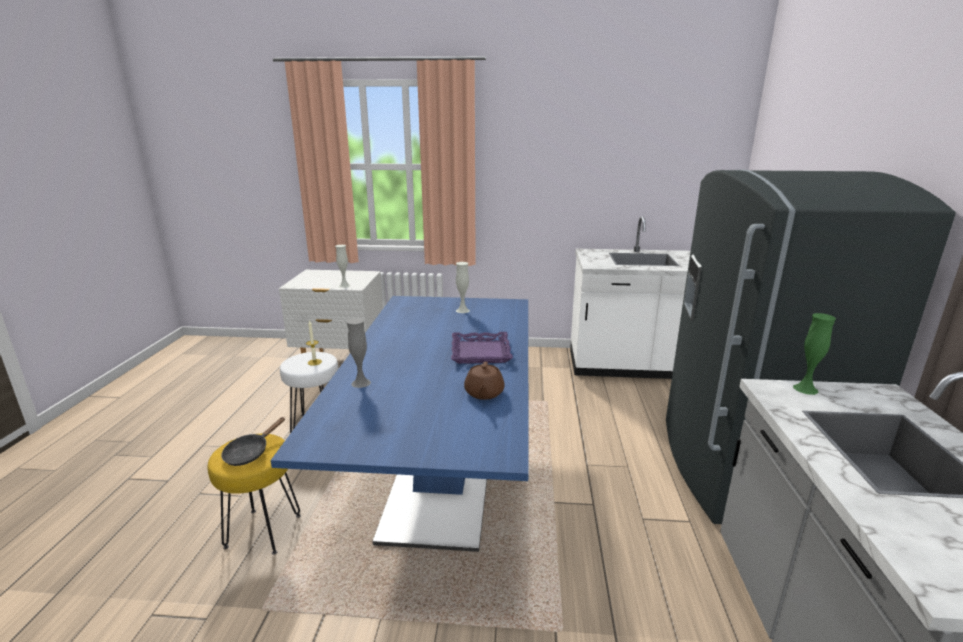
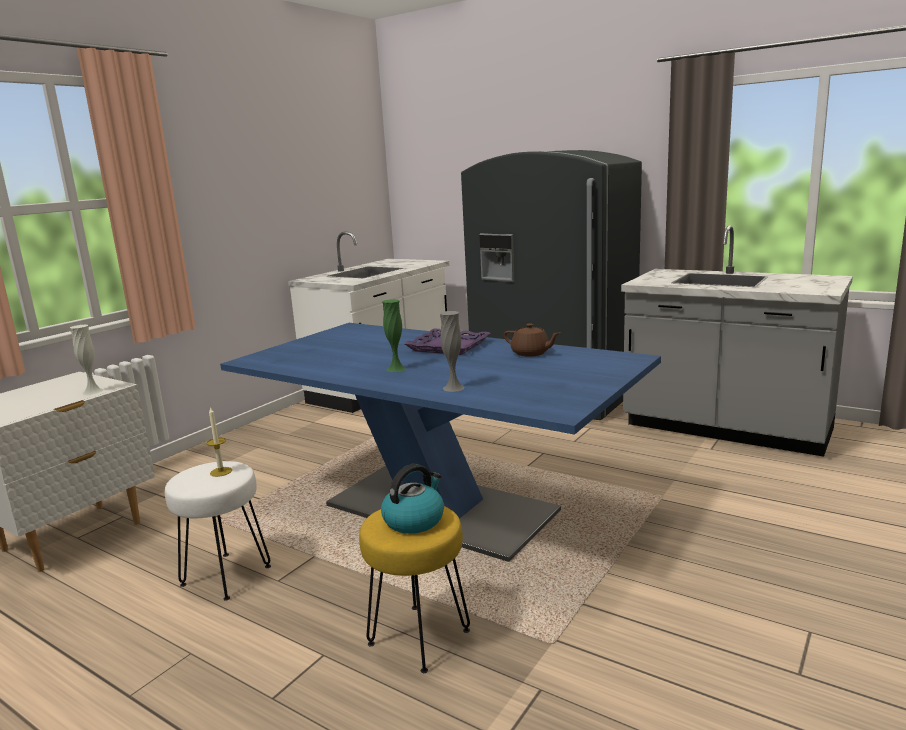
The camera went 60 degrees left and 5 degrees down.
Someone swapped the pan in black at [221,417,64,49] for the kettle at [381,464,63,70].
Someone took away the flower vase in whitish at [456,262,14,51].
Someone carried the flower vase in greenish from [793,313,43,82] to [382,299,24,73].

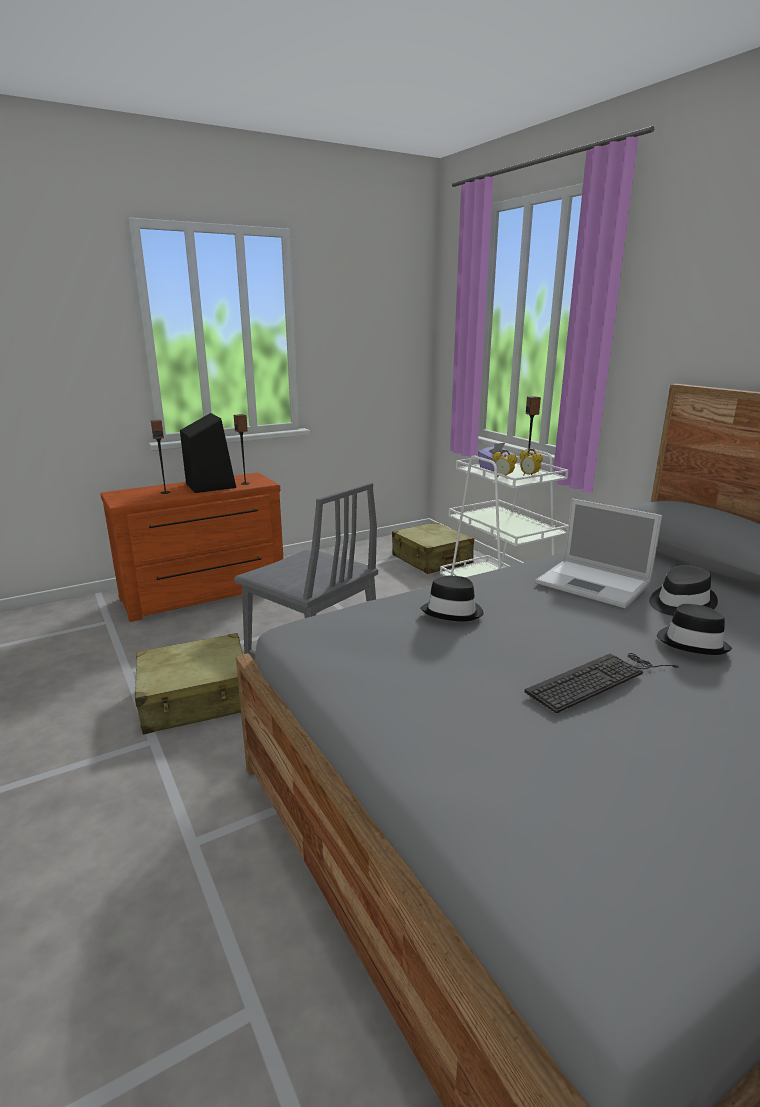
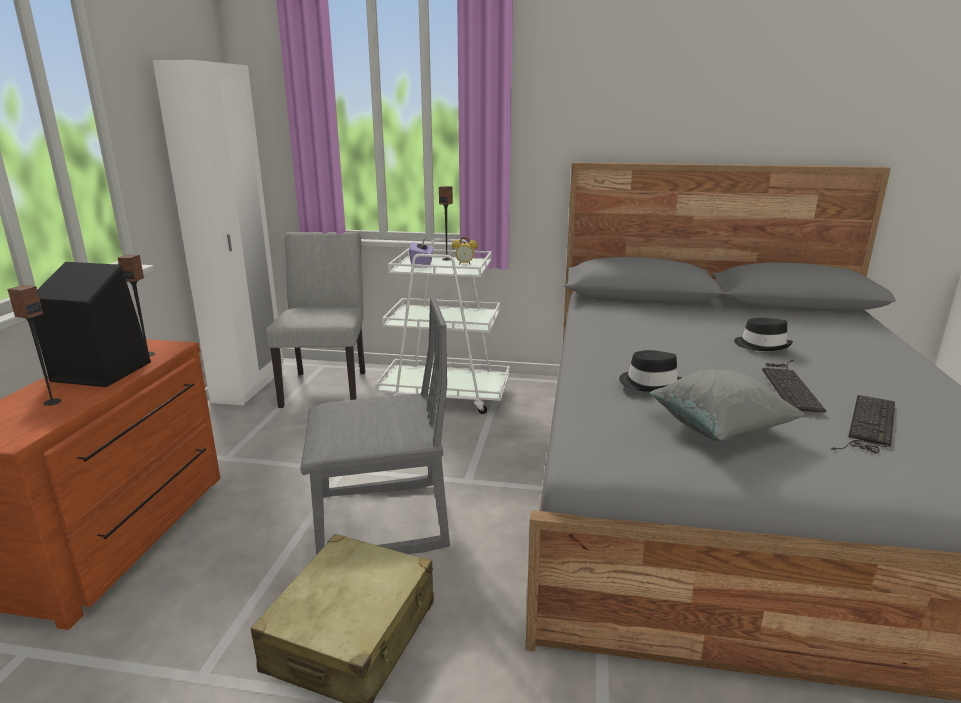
The camera went 50 degrees left and 0 degrees up.
Someone swapped the piece of luggage in beige-coloured at [392,522,82,52] for the chair in gray at [266,232,100,176].
Someone took away the table clock at [493,450,24,29].
Someone took away the laptop at [535,498,127,110].
Someone took away the wearable hat in black at [649,565,69,51].
Someone put down the armoire in whitish at [153,60,131,345].
Someone put down the throw pillow in gray at [650,370,156,71].
Someone put down the keyboard at [831,395,64,58].

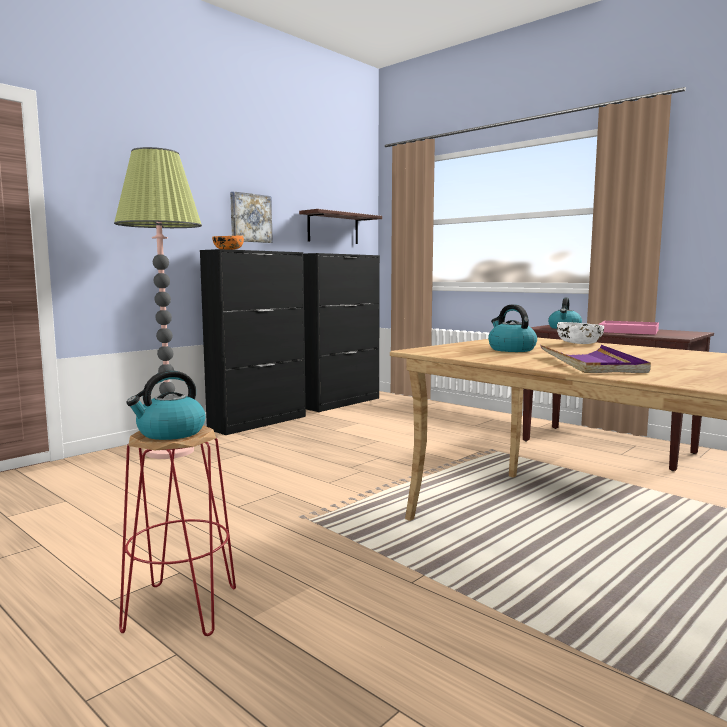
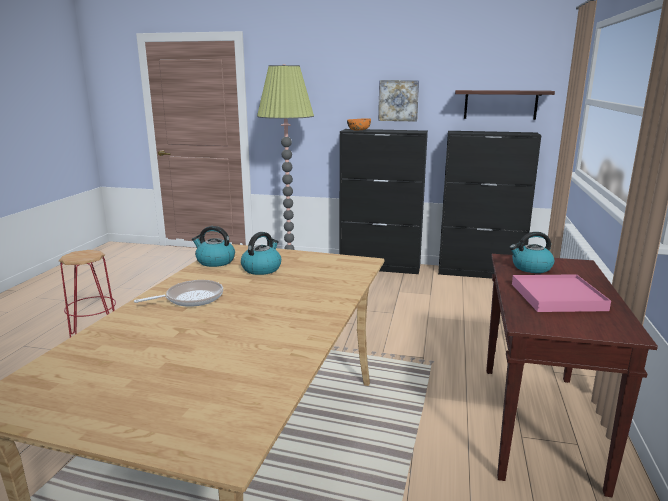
The camera went 60 degrees right and 10 degrees up.
Someone carried the kettle from [126,370,80,70] to [192,226,43,41].
Someone swapped the carrying tray in purple-coloured at [540,345,111,28] for the pan at [134,280,89,27].
Someone took away the bowl in whitish at [557,322,47,22].

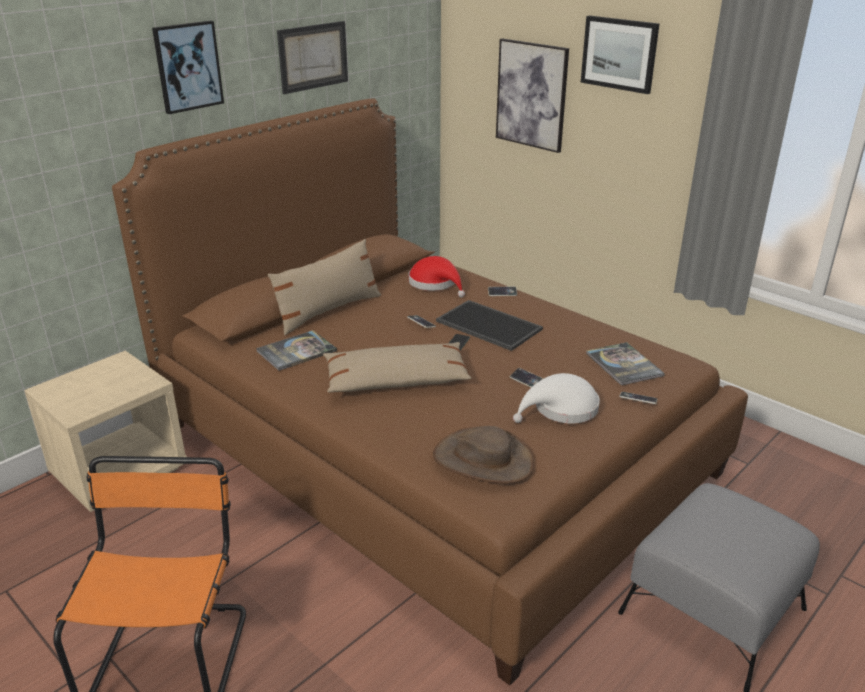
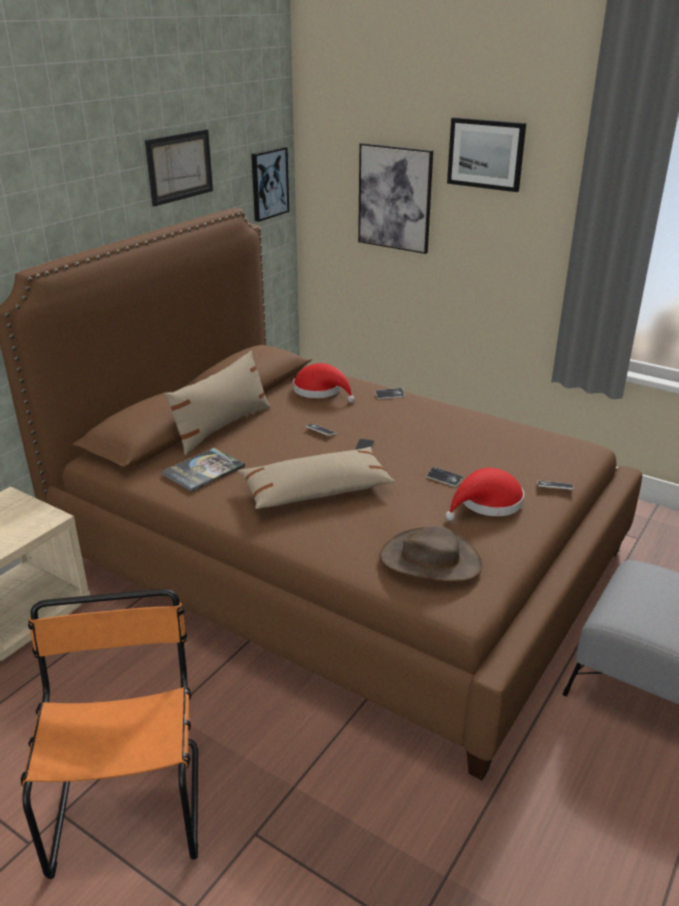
The camera went 10 degrees left and 0 degrees up.
Someone carried the wall picture from [152,21,72,93] to [251,147,38,75].
Someone took away the carrying tray at [436,300,107,51].
Someone repainted the wearable hat in whitish at [513,373,87,51], which became the wearable hat in red-coloured at [445,468,79,53].
Someone took away the volume at [586,342,79,43].

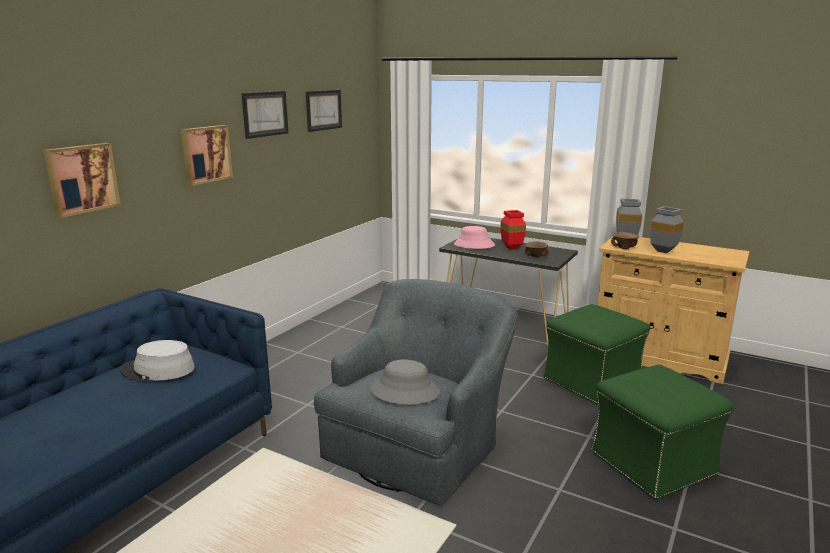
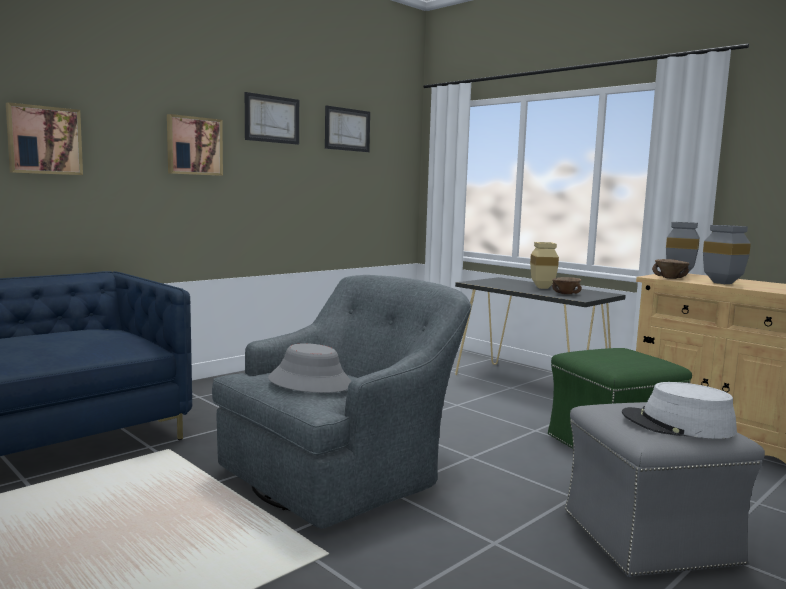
The camera went 15 degrees right and 10 degrees down.
Someone carried the wearable hat in gray from [120,340,75,41] to [622,382,115,57].
Someone took away the wearable hat in pink-coloured at [454,226,41,23].
Someone repainted the flower vase in red-coloured at [500,210,26,40], which became the flower vase in beige-coloured at [530,242,29,47].
Someone repainted the footrest in greenish at [591,365,143,135], which became the footrest in gray at [565,402,200,175].

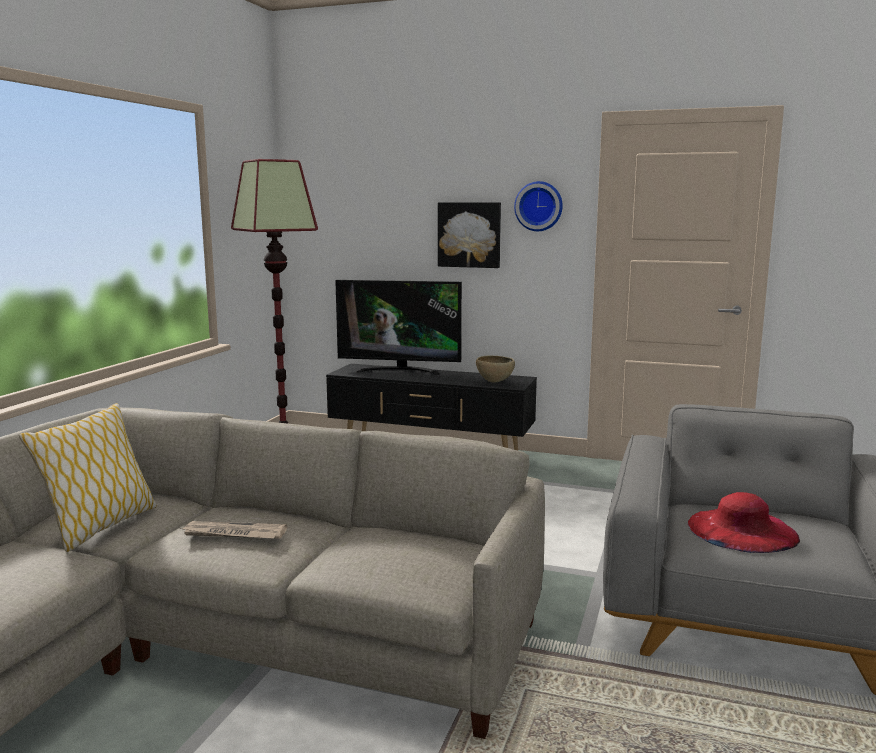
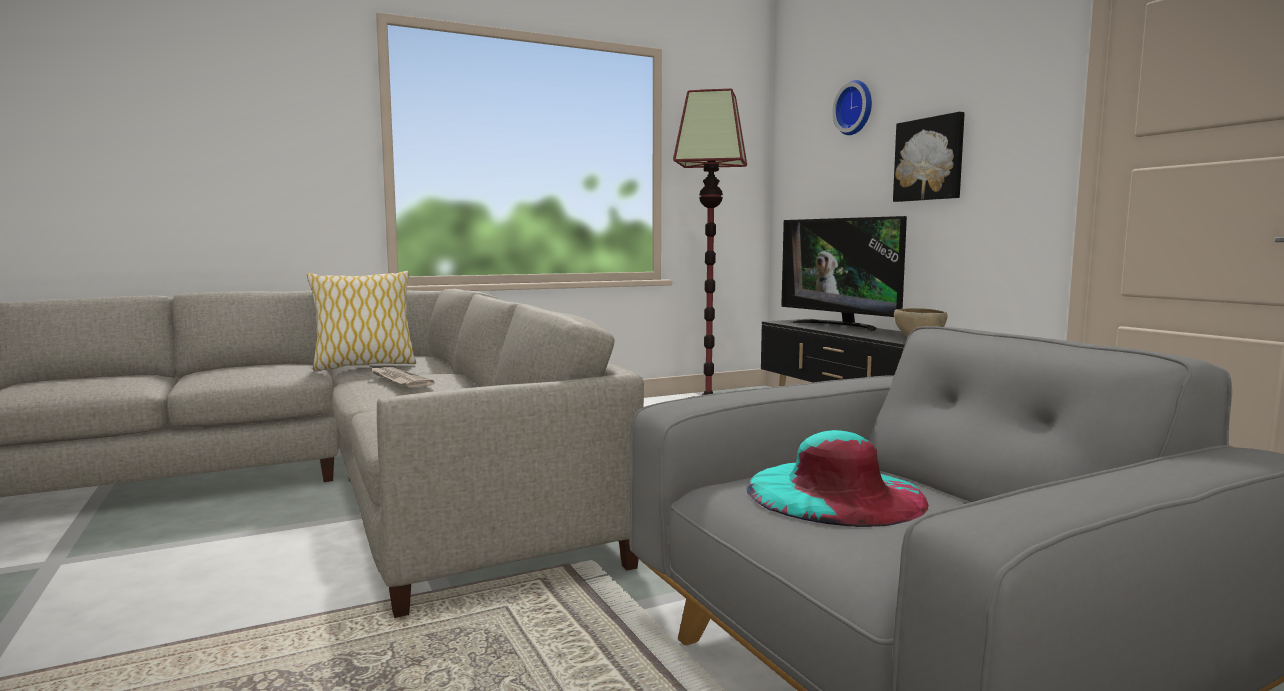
The camera went 45 degrees right and 5 degrees down.
Someone carried the clock on the wall from [514,181,49,50] to [832,80,40,55].
Someone repainted the wearable hat in red-coloured at [688,492,112,61], which became the wearable hat in turquoise-coloured at [746,430,183,97].

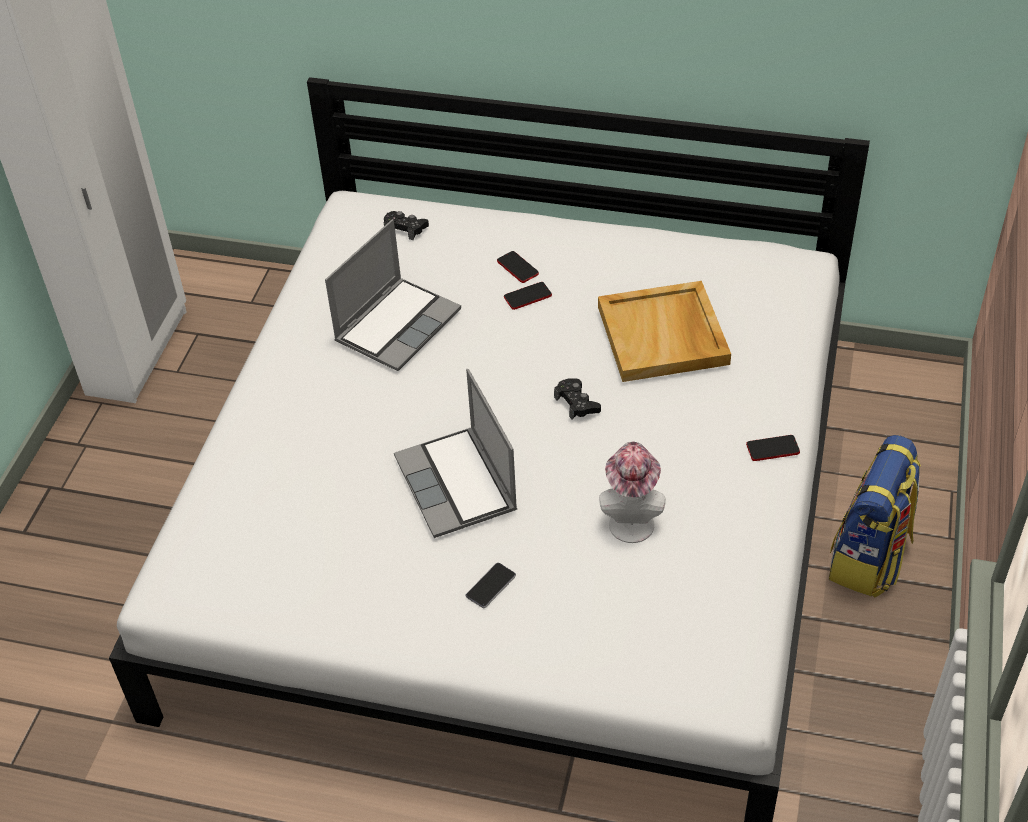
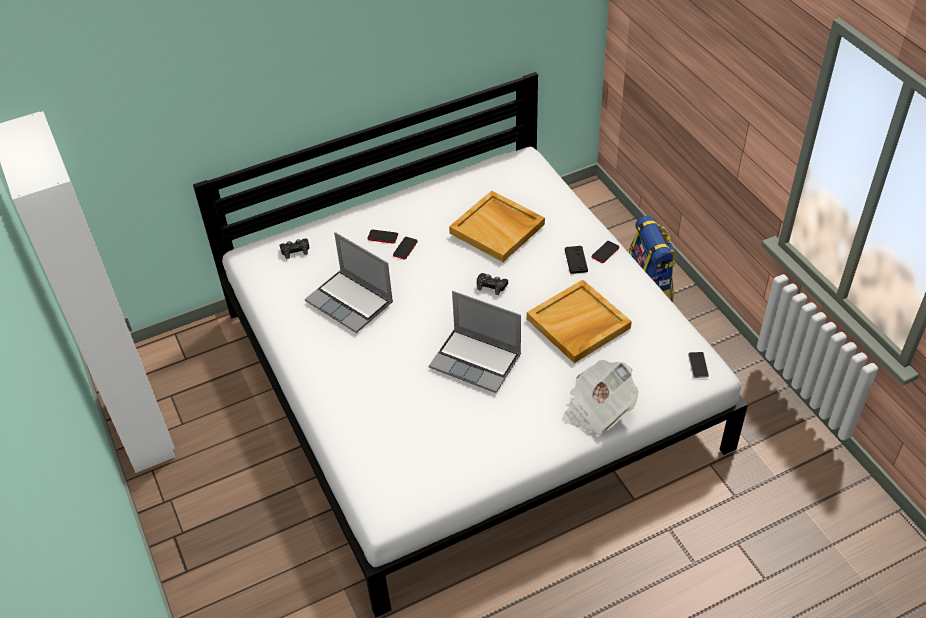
The camera went 40 degrees left and 0 degrees up.
Someone rotated the laptop at [325,219,136,152] by 135 degrees clockwise.
Someone carried the phone from [466,563,50,45] to [688,352,21,26].
Someone swapped the wearable hat at [599,441,67,102] for the carrying tray in beige-coloured at [527,280,105,83].
Someone put down the newspaper at [563,360,75,76].
Someone put down the joypad in black at [565,246,23,28].

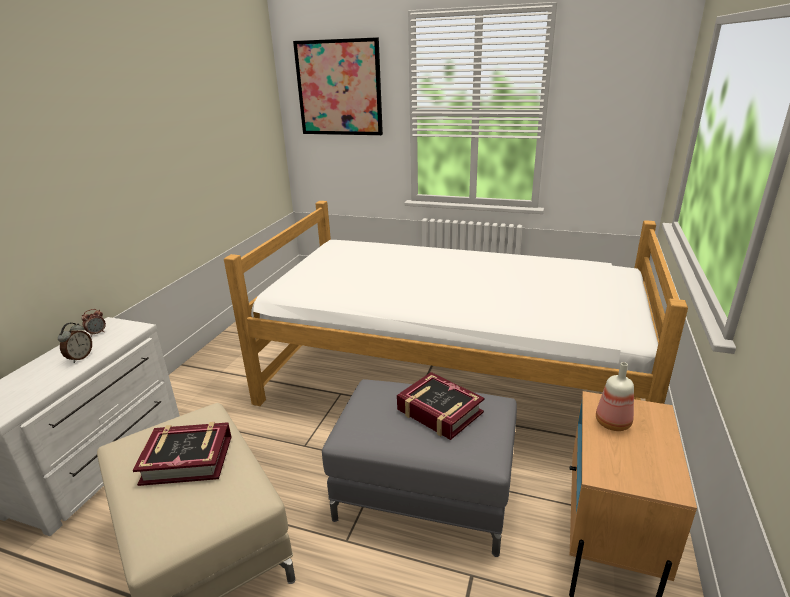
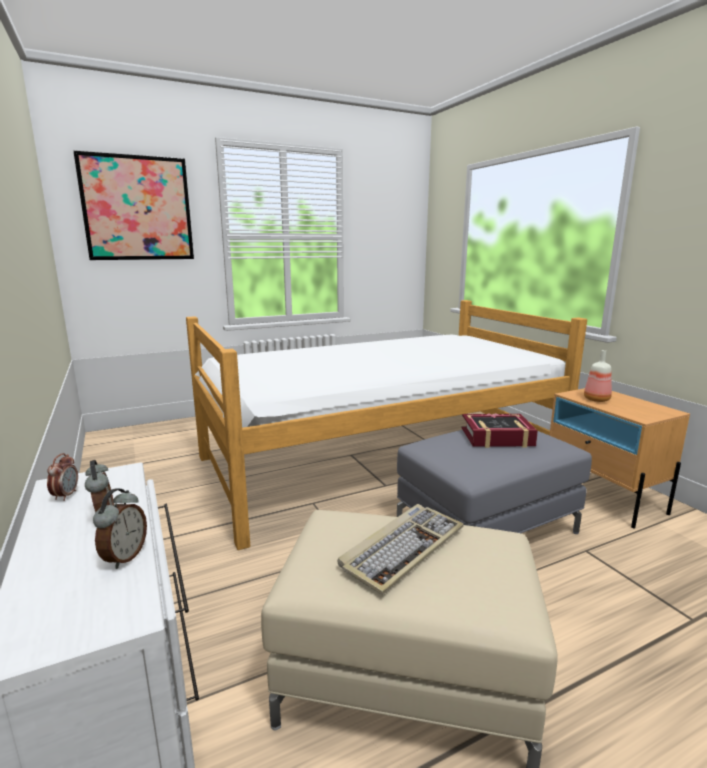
The camera went 45 degrees left and 10 degrees down.
Someone swapped the volume at [133,422,98,64] for the keyboard at [337,504,127,91].
Someone put down the table clock at [93,489,54,80].

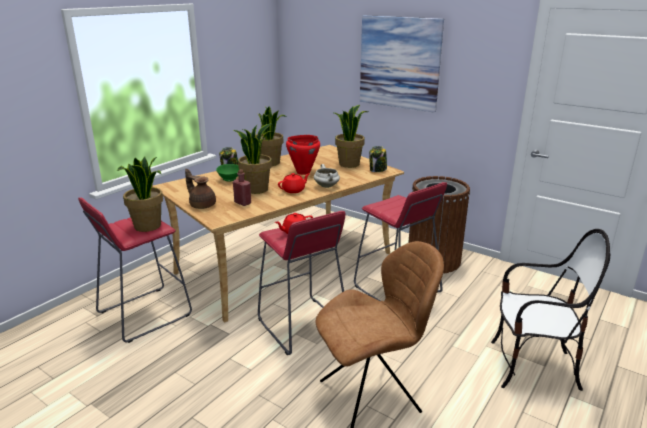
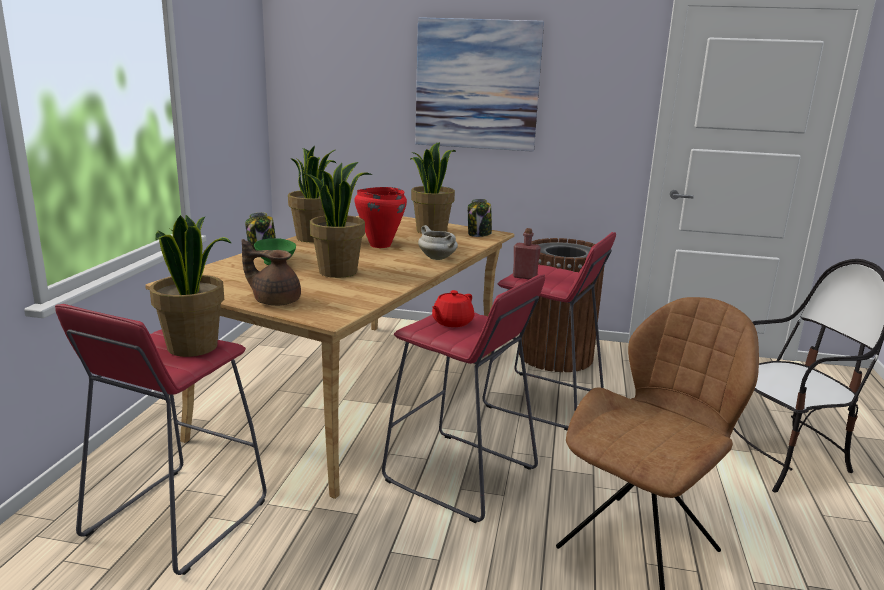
The camera went 25 degrees left and 5 degrees down.
Someone carried the bottle in red-coloured from [233,169,18,37] to [513,228,28,51].
Someone took away the tea pot in red-coloured at [278,173,32,20].

